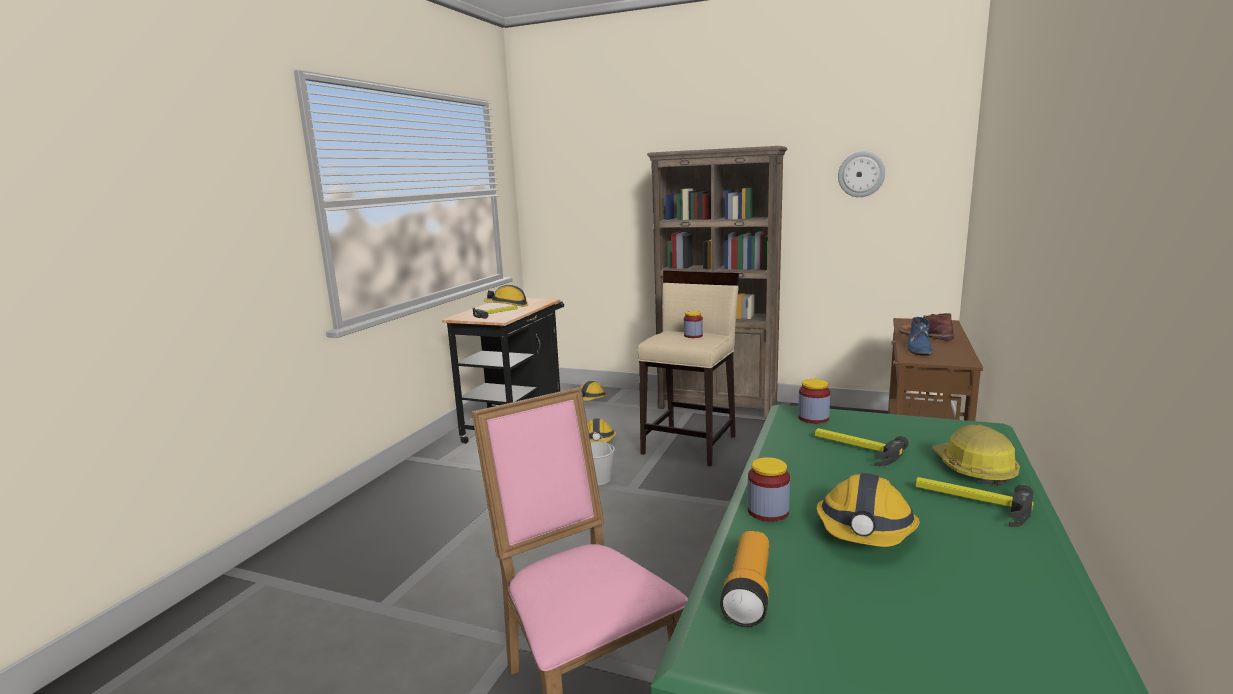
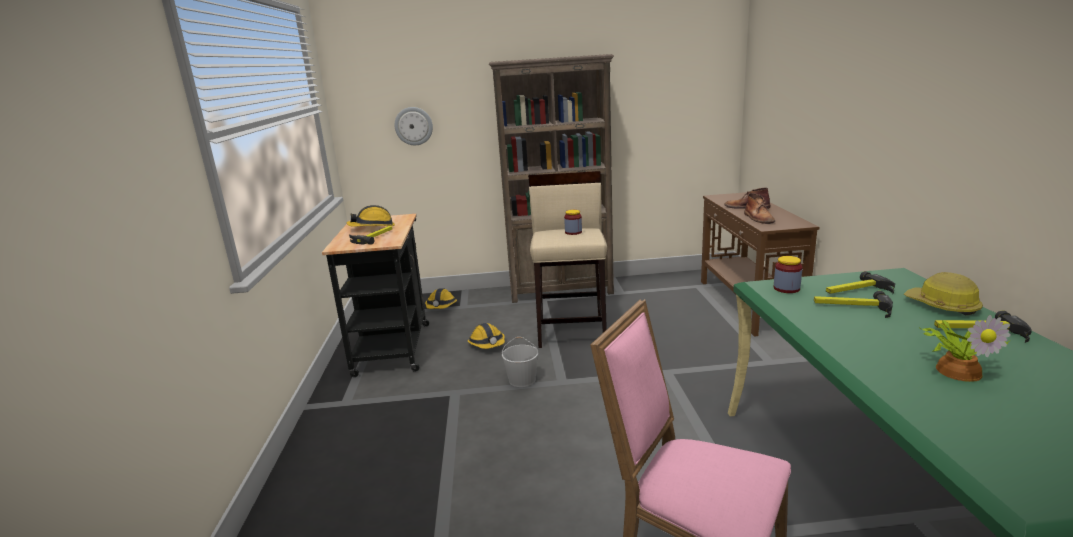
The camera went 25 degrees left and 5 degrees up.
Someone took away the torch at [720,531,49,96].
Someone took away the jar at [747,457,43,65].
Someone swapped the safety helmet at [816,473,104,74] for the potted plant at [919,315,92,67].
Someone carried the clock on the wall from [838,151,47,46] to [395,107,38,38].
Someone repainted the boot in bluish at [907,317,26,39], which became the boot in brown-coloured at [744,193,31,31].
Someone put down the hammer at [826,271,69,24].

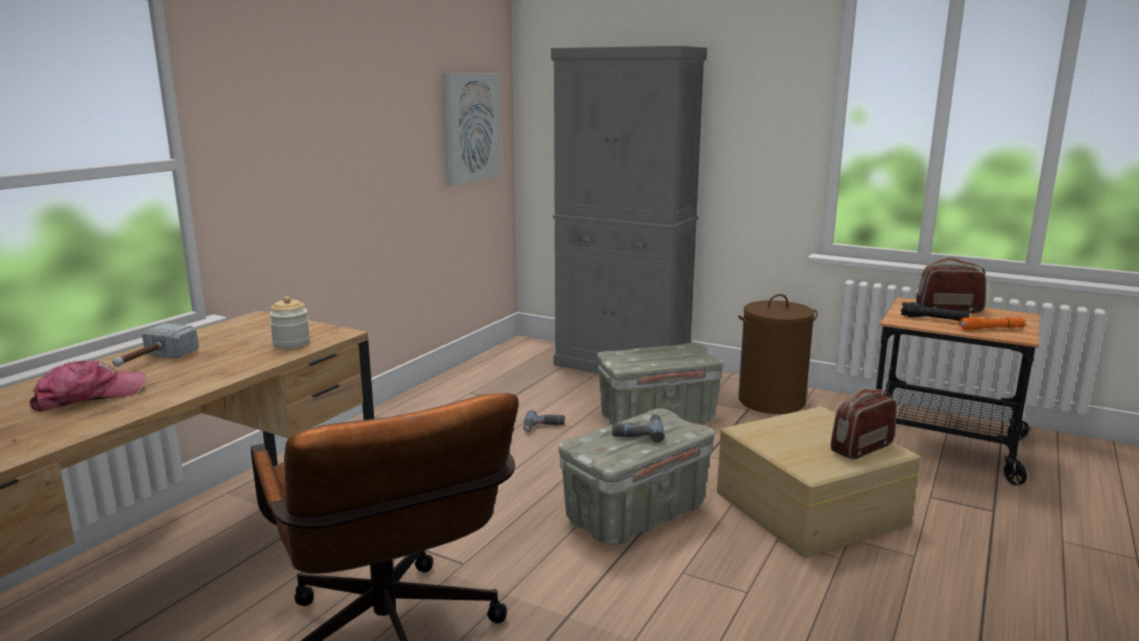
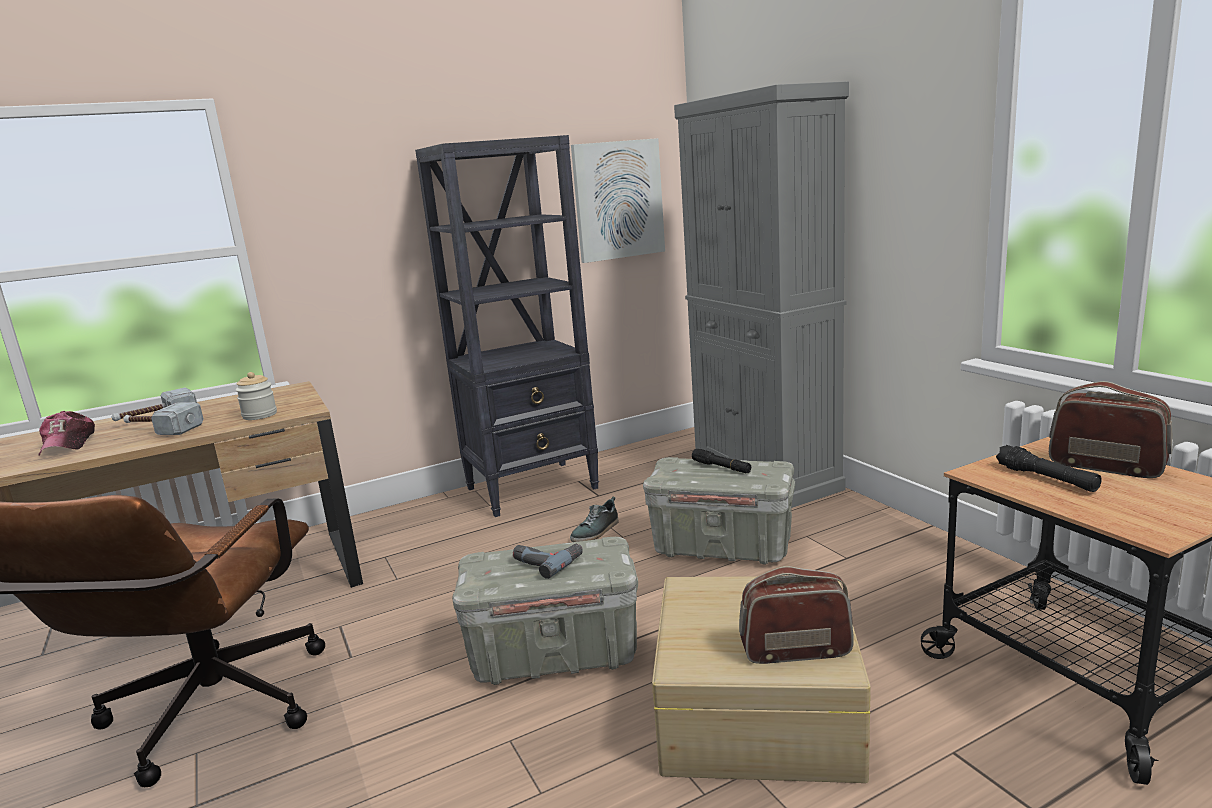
The camera went 35 degrees right and 0 degrees up.
Someone rotated the peaked cap at [29,360,117,51] by 75 degrees clockwise.
Someone swapped the drill at [523,410,42,22] for the shoe at [570,497,49,45].
Someone took away the laundry basket in brown-coloured at [738,294,80,120].
Someone took away the torch in orange-coloured at [958,317,68,13].
Someone put down the hammer at [123,402,80,33].
Someone put down the bookshelf in black at [415,135,184,382].
Someone put down the torch in black at [692,449,59,24].

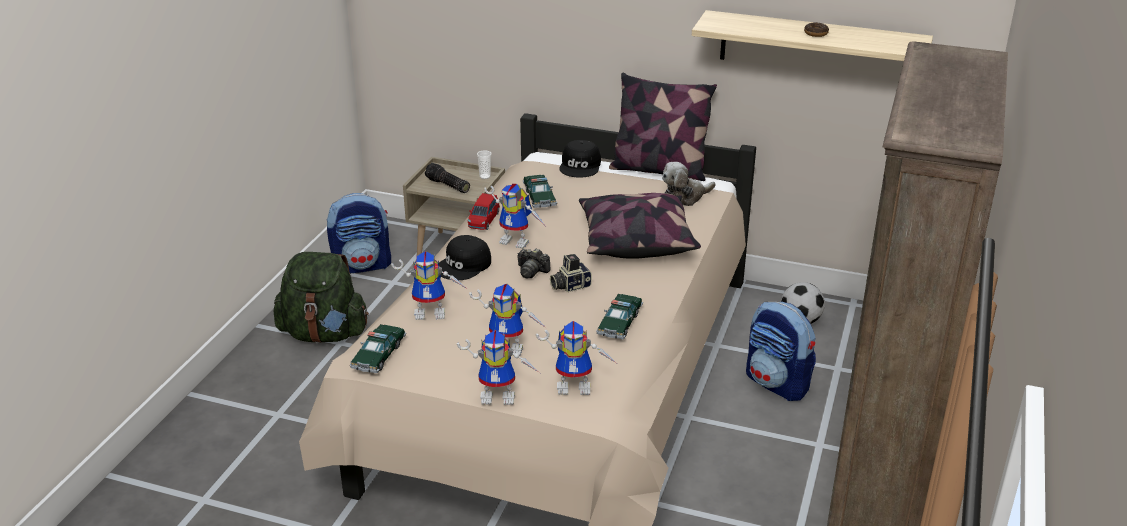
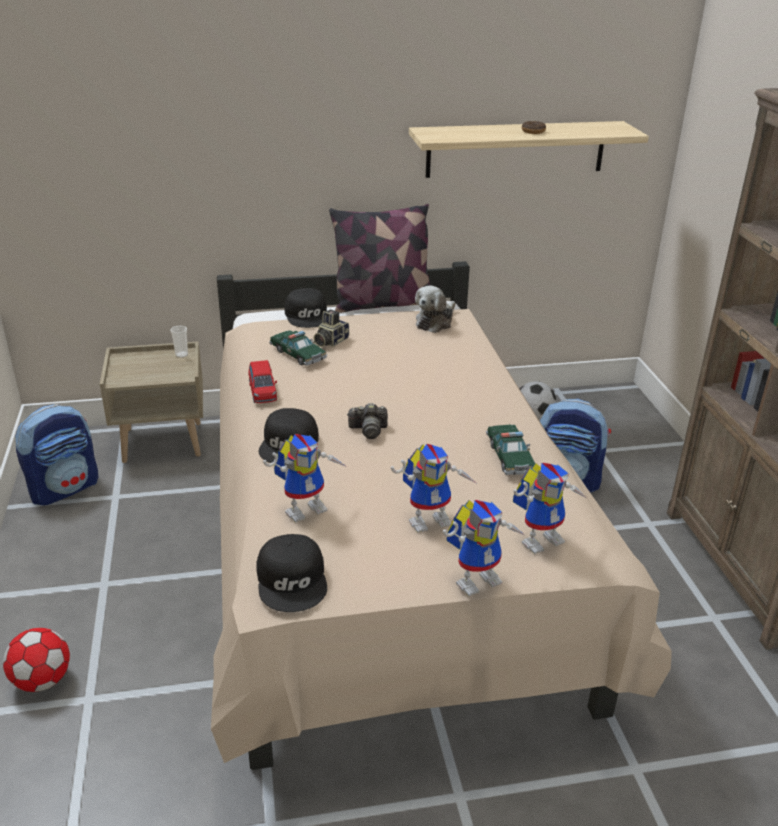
The camera went 30 degrees left and 0 degrees up.
Someone took away the backpack in greenish at [274,252,95,91].
Someone swapped the model car at [350,324,56,49] for the peaked cap in black at [256,534,71,78].
Someone took away the torch at [425,163,45,30].
Someone took away the toy robot at [484,184,61,65].
Someone carried the still camera from [550,254,42,38] to [314,310,35,37].
Someone took away the throw pillow at [579,193,122,66].
Someone put down the football ball at [3,628,67,64].

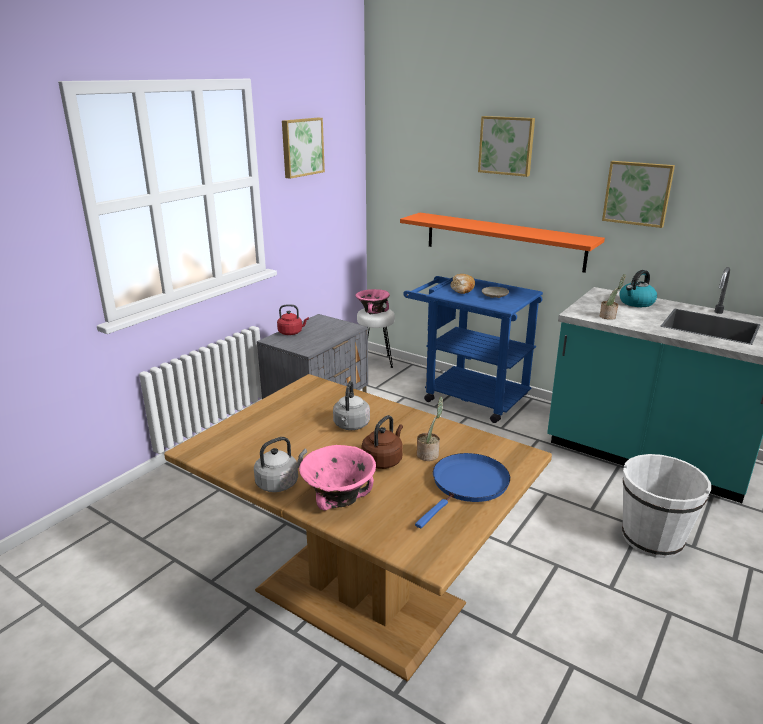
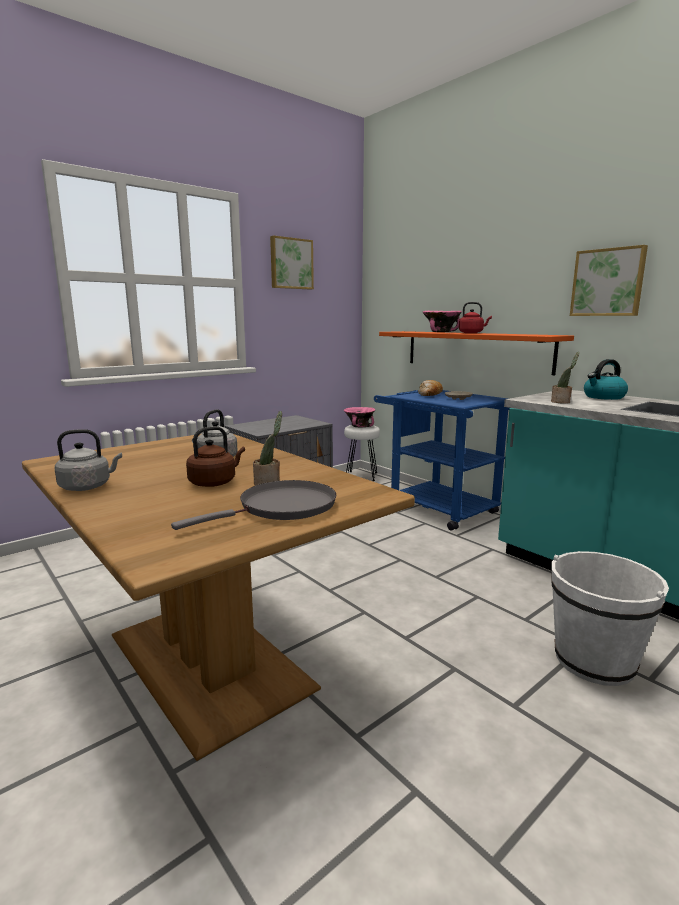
The camera went 15 degrees right and 10 degrees down.
Someone carried the kettle in red-coloured from [277,304,32,31] to [459,302,33,31].
Someone carried the bowl in pink-coloured from [299,445,77,66] to [422,311,40,21].
Someone repainted the pan in bluish at [415,453,95,76], which became the pan in gray at [171,480,166,50].
Someone took away the wall picture at [478,116,57,61].

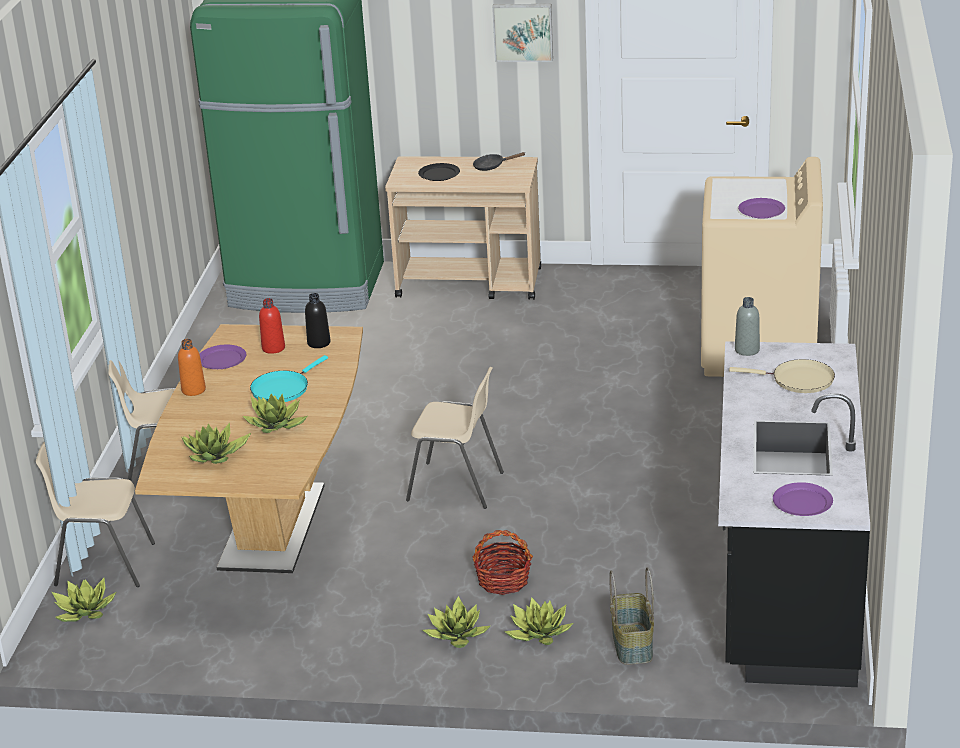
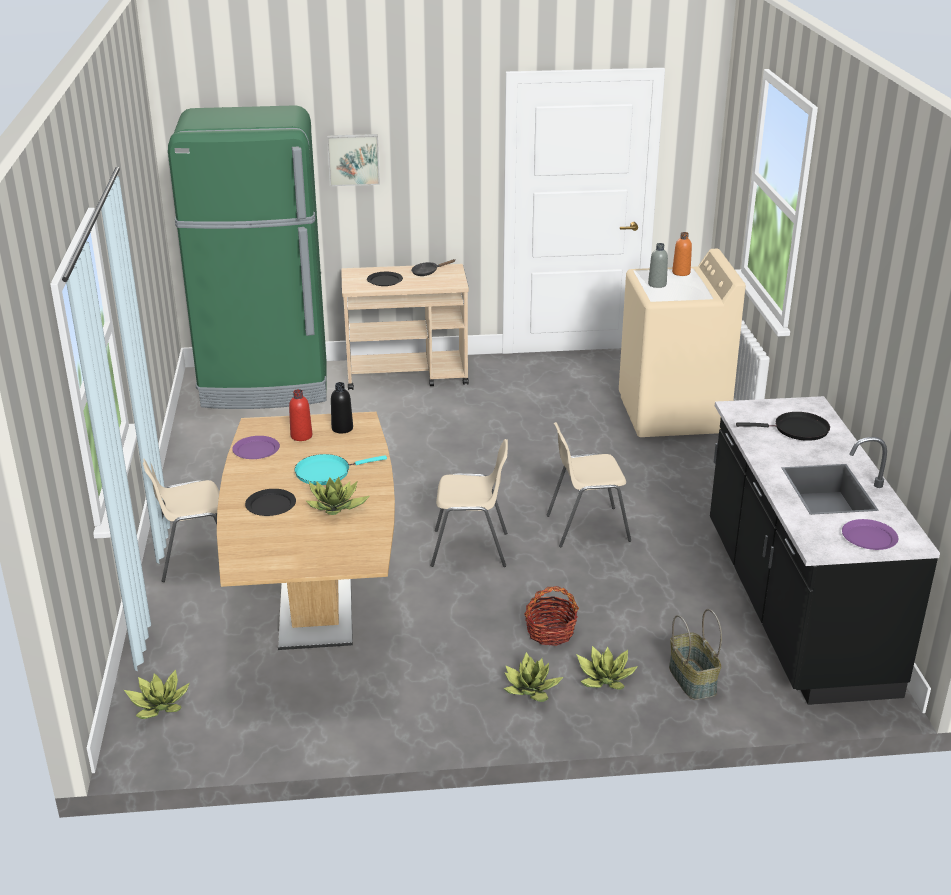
The camera went 15 degrees left and 0 degrees up.
Someone carried the chair in beige-coloured from [36,442,119,145] to [546,422,85,126].
Someone carried the bottle in orange-coloured from [178,339,28,57] to [672,232,20,44].
Someone took away the potted plant at [182,423,69,41].
Someone rotated the pan in turquoise-coloured at [250,355,78,47] by 45 degrees clockwise.
Someone carried the wall picture from [492,4,61,58] to [327,134,53,52].
Someone repainted the pan in beige-coloured at [729,359,106,34], which became the pan in black at [736,412,94,29].
Someone carried the bottle in gray from [735,297,25,59] to [648,243,20,45].
Someone took away the flat dish in purple-coloured at [738,198,47,21].
Someone put down the flat dish in black at [245,489,51,27].

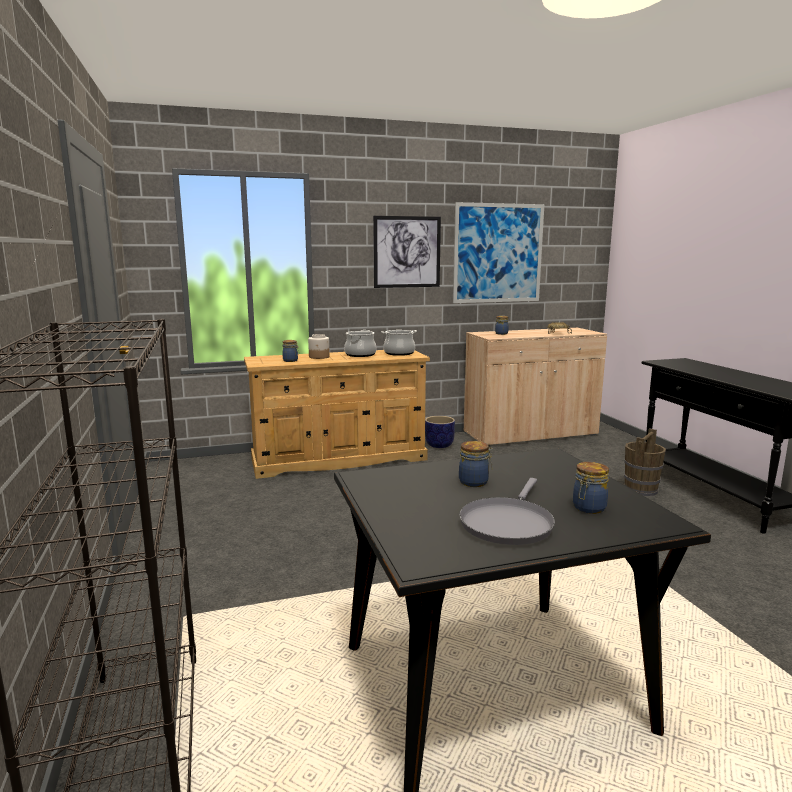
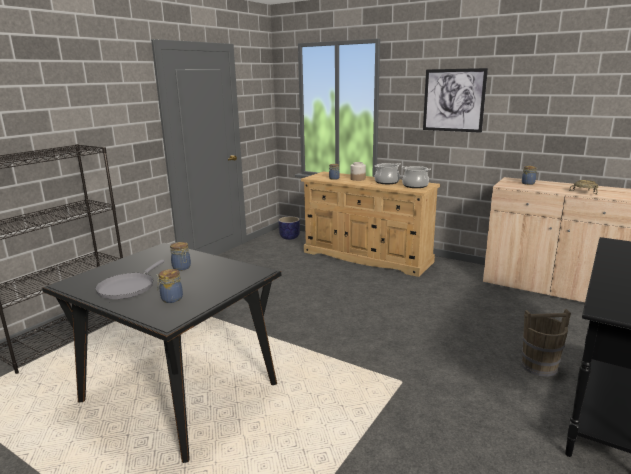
The camera went 50 degrees right and 5 degrees up.
Someone carried the flower pot from [425,416,30,32] to [279,217,21,23].
Someone took away the wall picture at [453,202,91,101].
Someone rotated the pan in gray at [459,478,96,67] by 60 degrees counterclockwise.

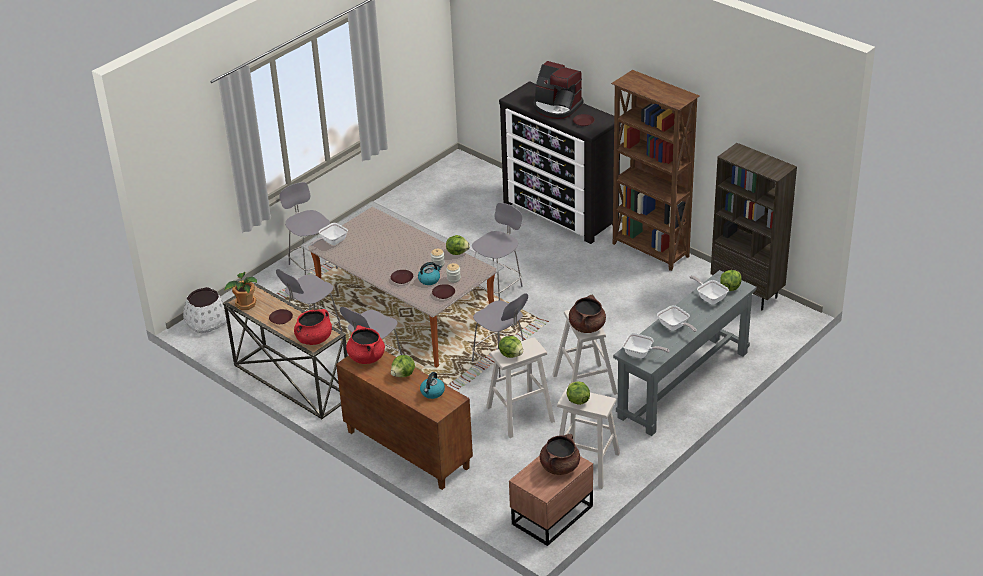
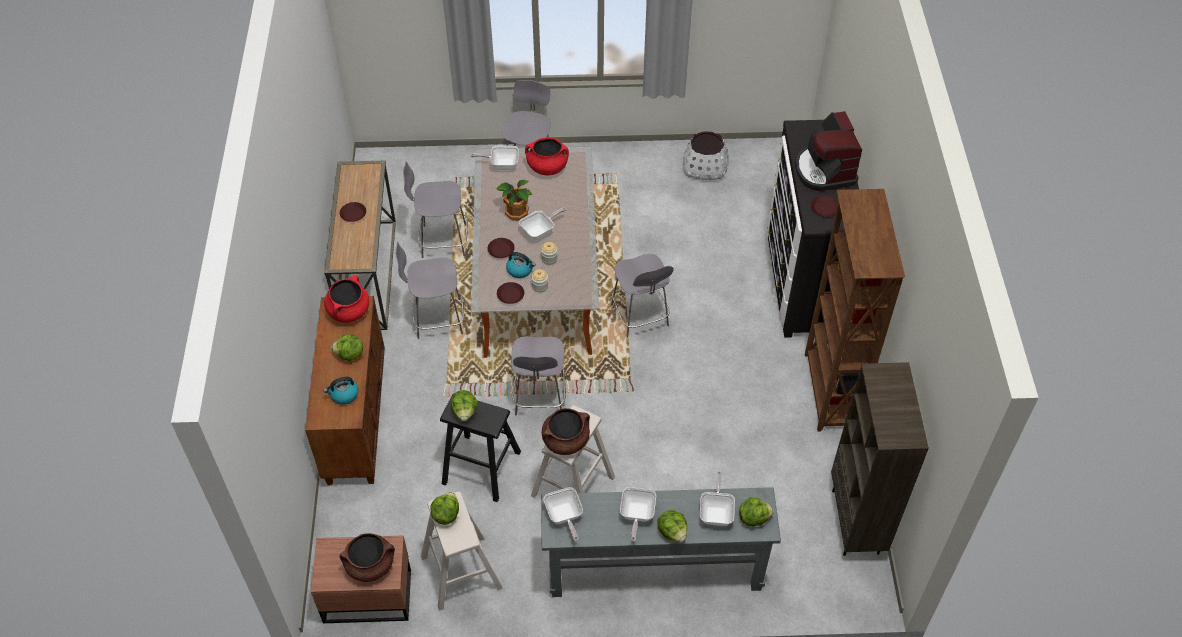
The camera went 45 degrees right and 15 degrees up.
Someone carried the flower pot in whitish from [183,287,47,46] to [683,131,46,49].
Someone carried the potted plant from [224,272,33,38] to [496,180,37,41].
Someone carried the cooking pot in red-coloured from [294,309,38,36] to [525,137,44,39].
Someone carried the head of lettuce from [446,235,24,20] to [657,510,30,32].
Someone rotated the chair in gray at [472,203,51,98] by 75 degrees clockwise.
Someone repainted the stool seat in beige-coloured at [486,337,69,101], which became the stool seat in black at [440,393,81,109].
Someone put down the pan at [519,208,47,33].

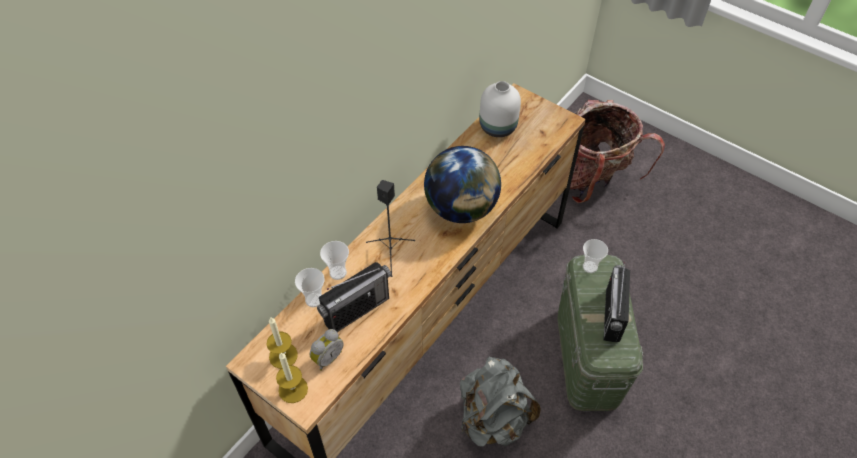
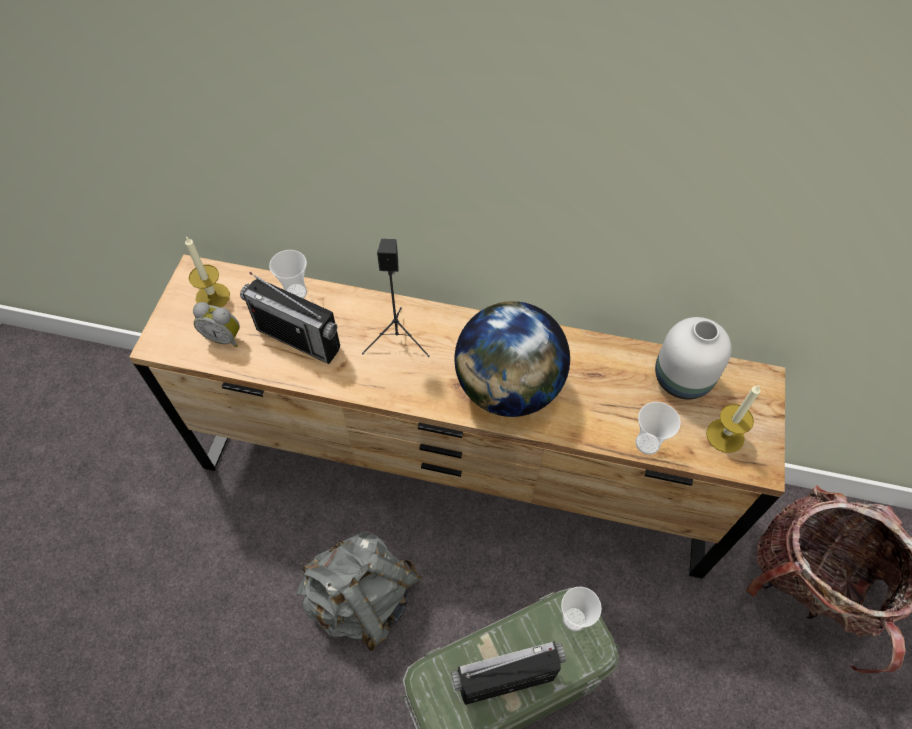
The camera went 65 degrees right and 5 degrees up.
Someone carried the wax light from [276,353,32,50] to [706,385,55,68].
Someone carried the drinking cup from [320,241,29,39] to [635,402,46,53].

